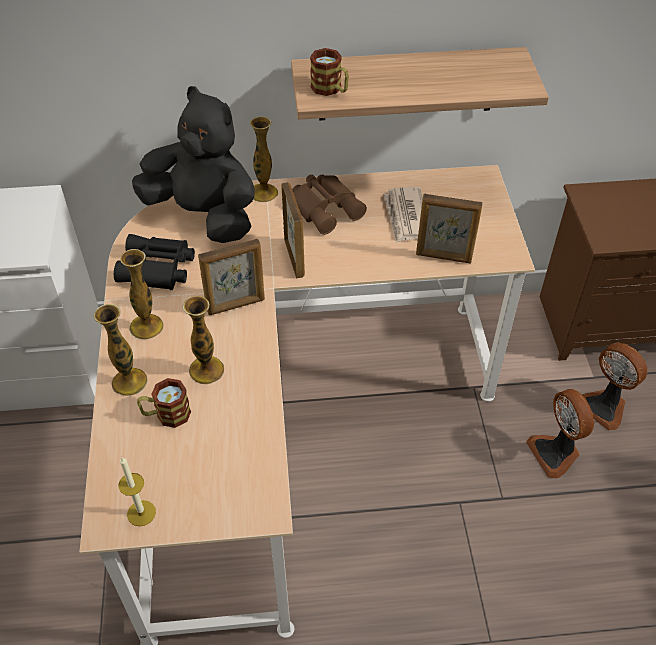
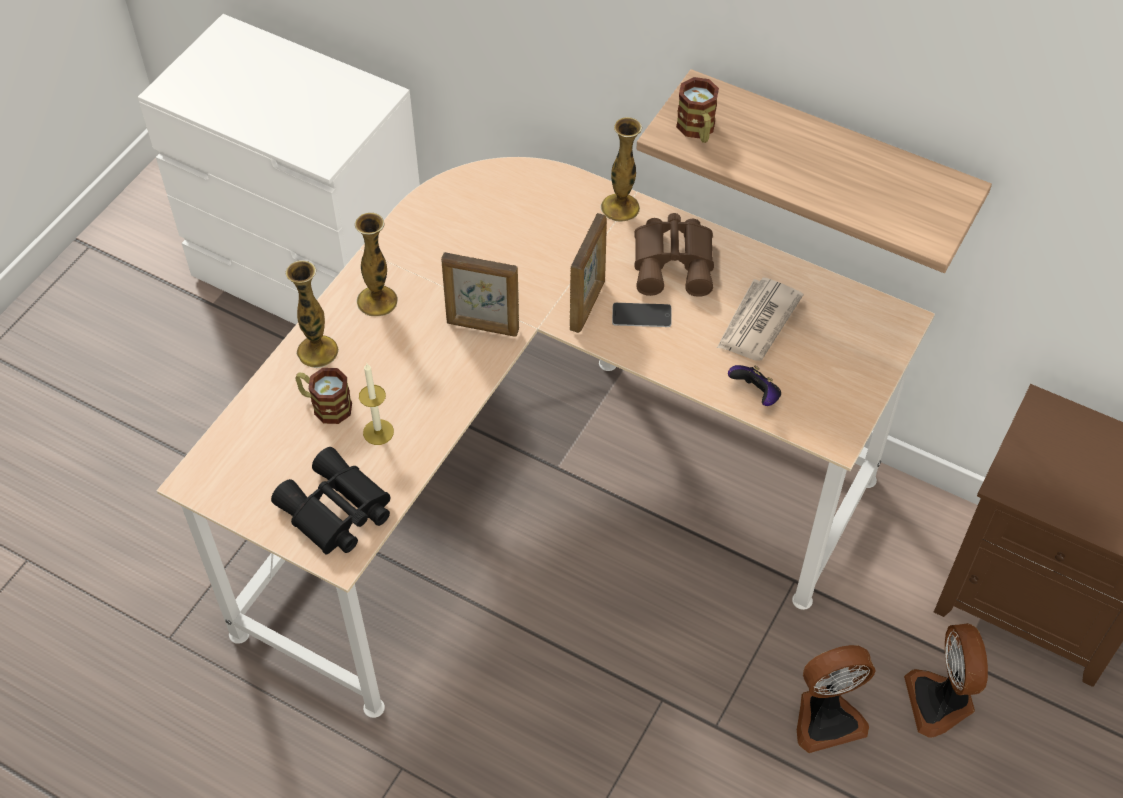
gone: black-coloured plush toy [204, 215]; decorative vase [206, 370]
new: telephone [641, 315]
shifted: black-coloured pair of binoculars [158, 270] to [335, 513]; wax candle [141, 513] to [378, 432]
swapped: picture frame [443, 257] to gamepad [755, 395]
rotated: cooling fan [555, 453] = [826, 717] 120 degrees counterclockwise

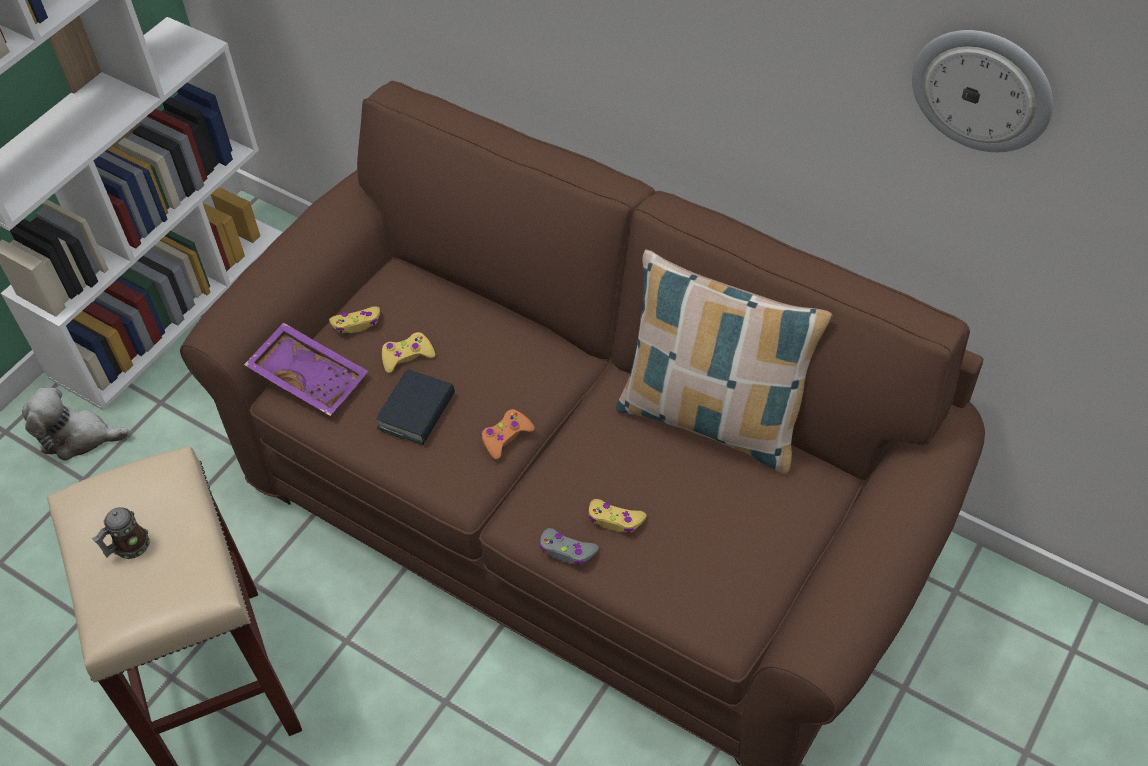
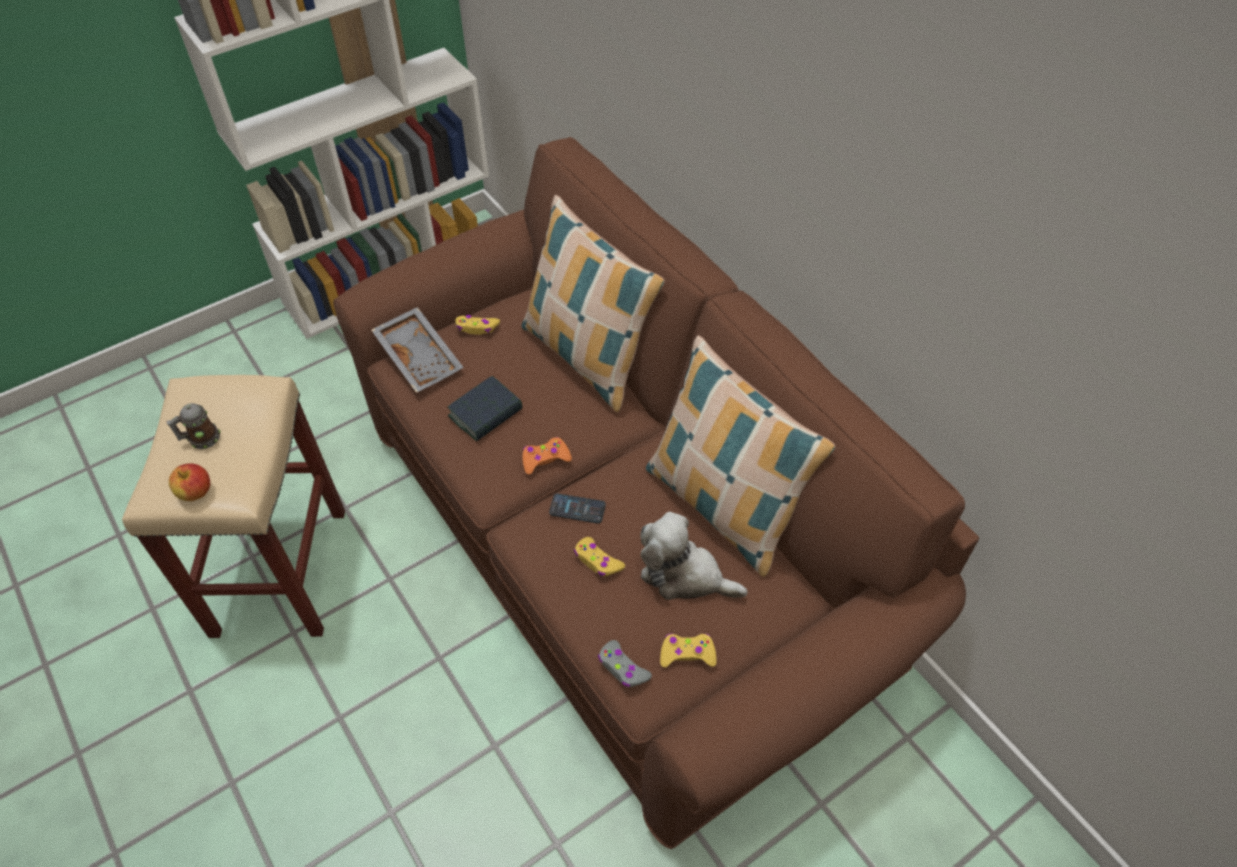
gone: wall clock [983, 89]
new: apple [196, 492]; throw pillow [587, 357]; telephone [577, 509]
shifted: plush toy [78, 437] to [684, 574]; yellow-coloured gamepad [407, 356] to [687, 653]; gray gamepad [567, 551] to [622, 668]
repainted: purple serving tray [310, 376] to gray serving tray [421, 357]

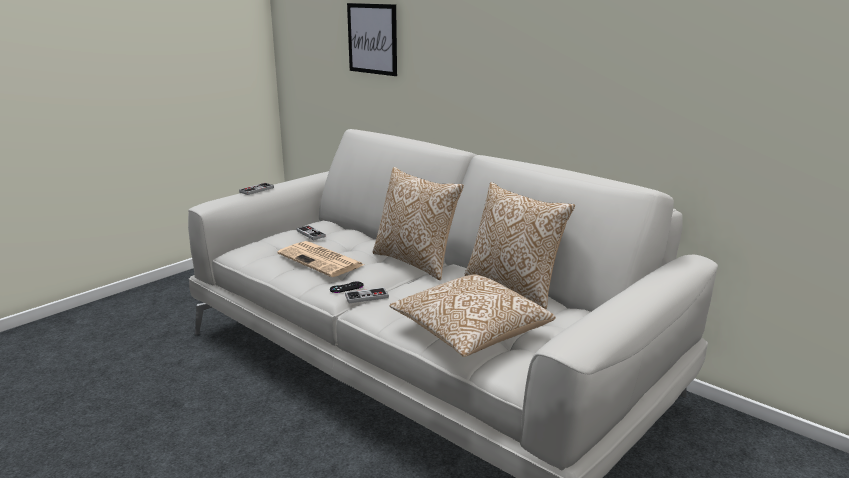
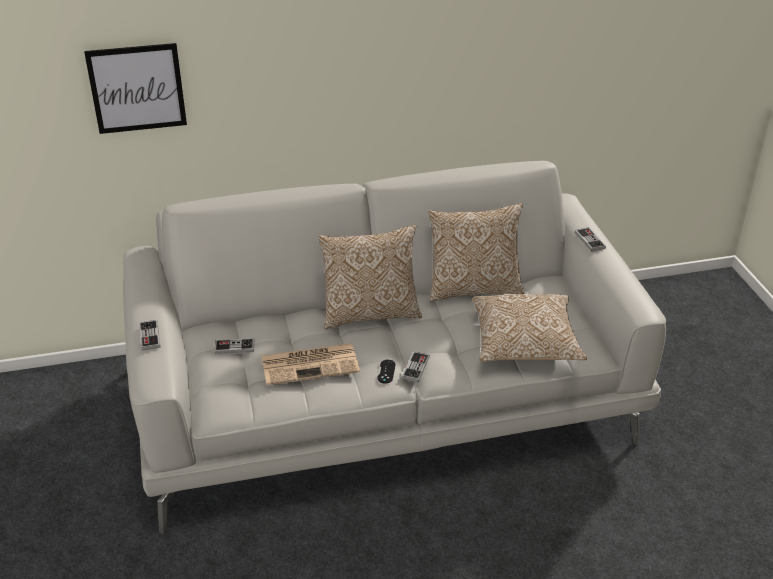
new: gamepad [589, 240]

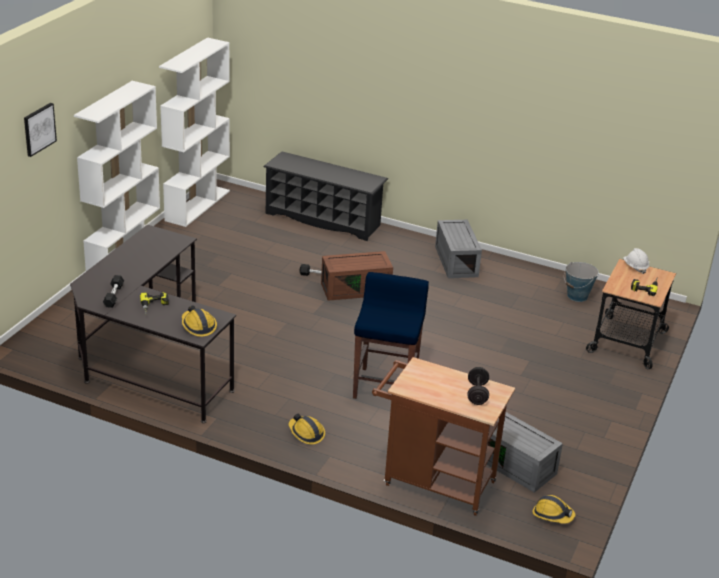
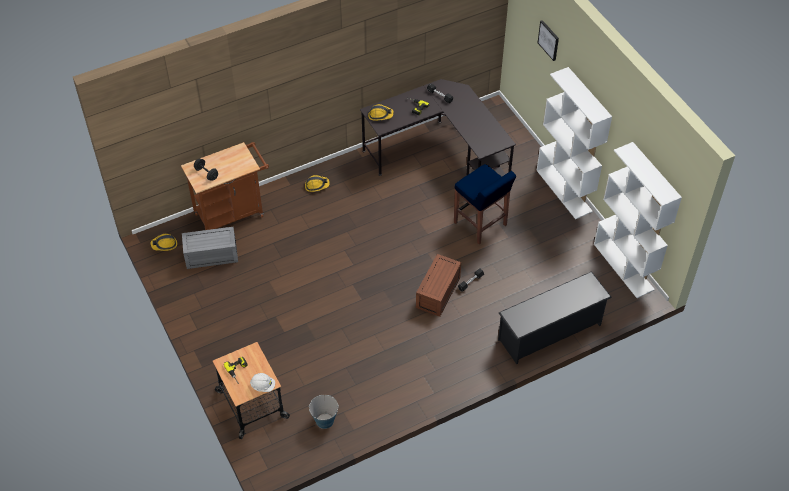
gone: gray storage box [455, 261]
shifted: blue stool [385, 386] to [480, 224]

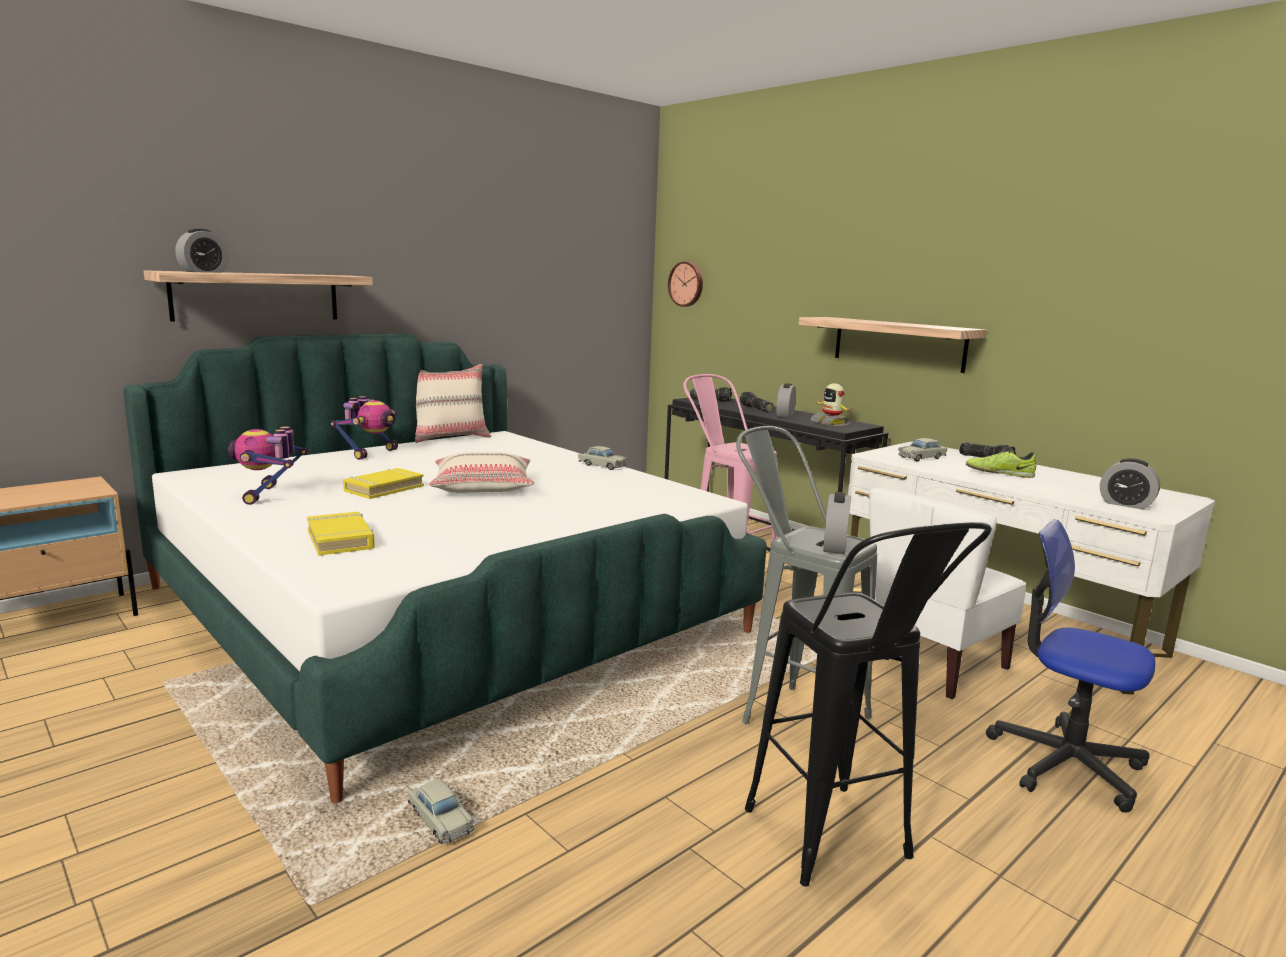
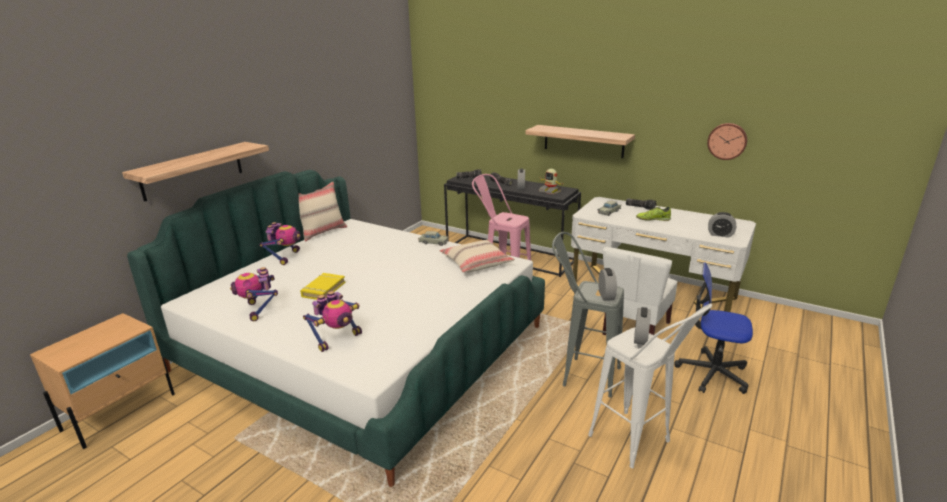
gone: sand-coloured model car [440, 820]
shifted: bedside clock [204, 272] to [640, 338]; sand-coloured throw pillow [483, 487] to [476, 263]; wall clock [686, 284] to [727, 141]
swapped: yellow-coloured volume [340, 539] to toy robot [337, 339]
repainted: black-coloured stool [840, 850] to white-coloured stool [638, 445]

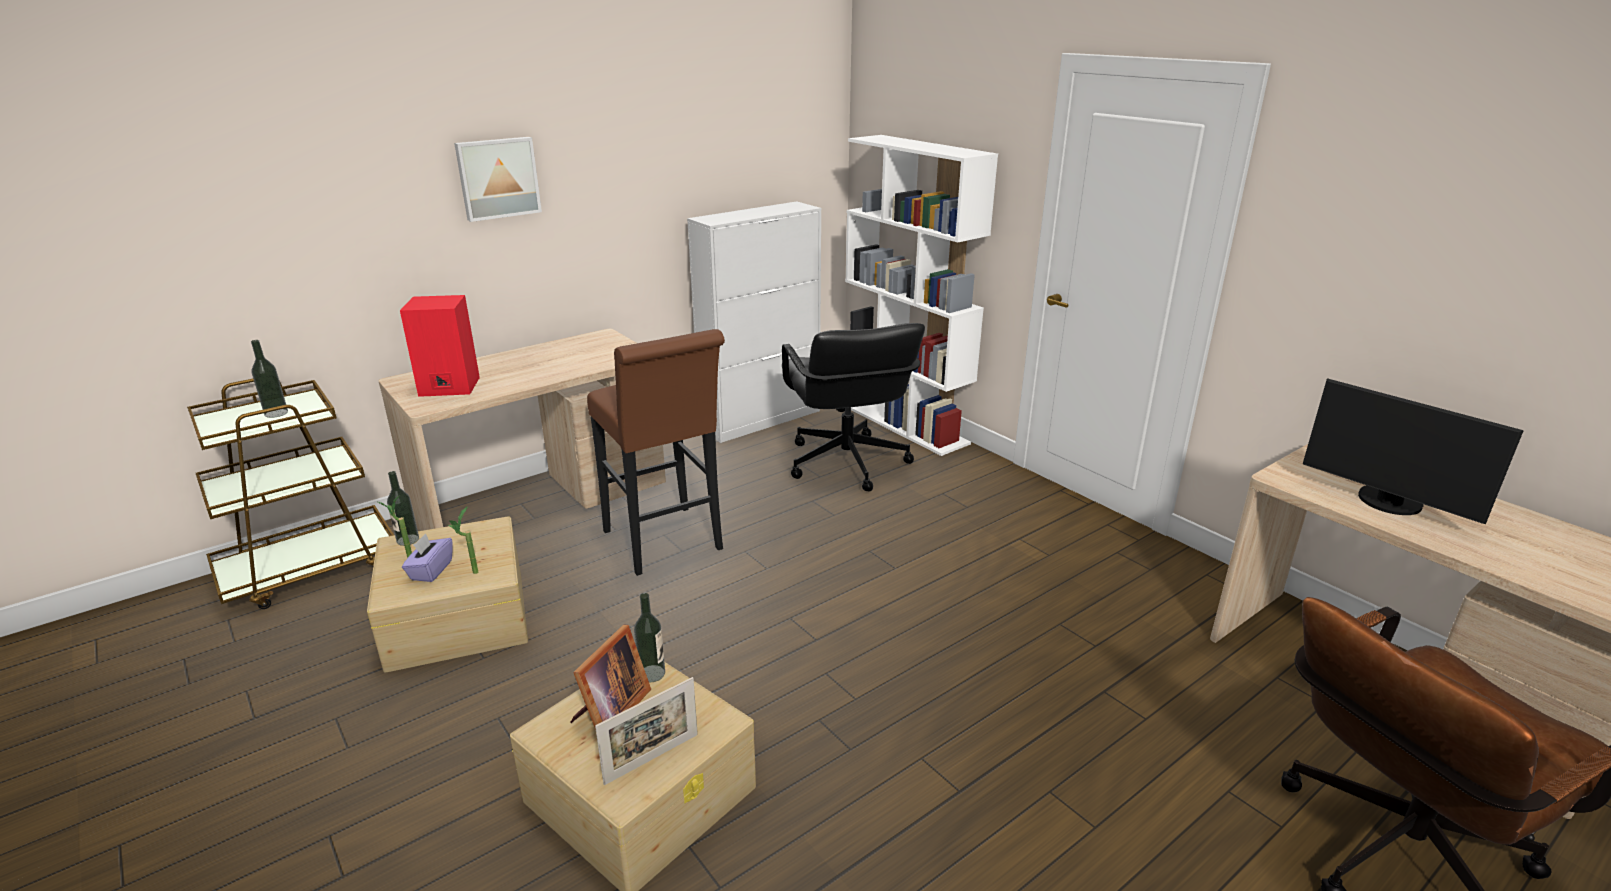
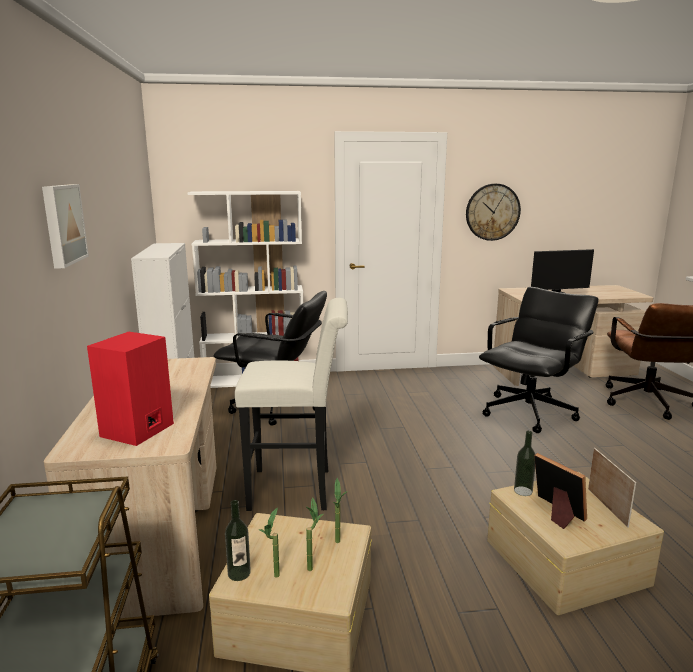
gone: bottle [276, 413]
new: wall clock [492, 212]; black-coloured computer chair [530, 412]
swapped: purple tissue holder [431, 570] to houseplant [312, 565]
repainted: brown stool [666, 544] to white-coloured stool [298, 489]

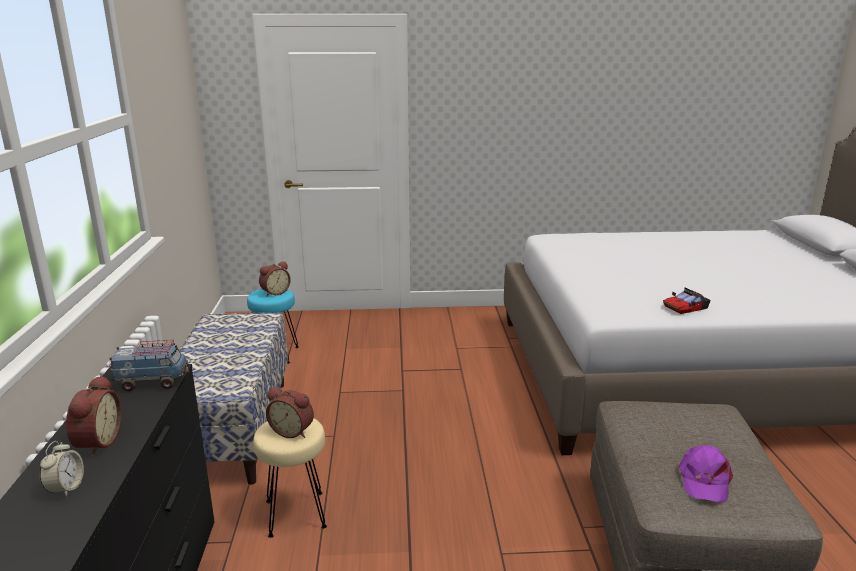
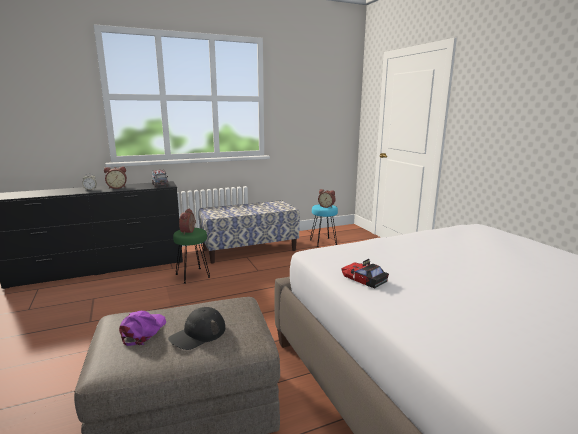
new: black-coloured peaked cap [198, 334]
repainted: sand-coloured stool [296, 513] to green stool [193, 275]
rotated: purple peaked cap [704, 480] = [143, 331] 105 degrees clockwise

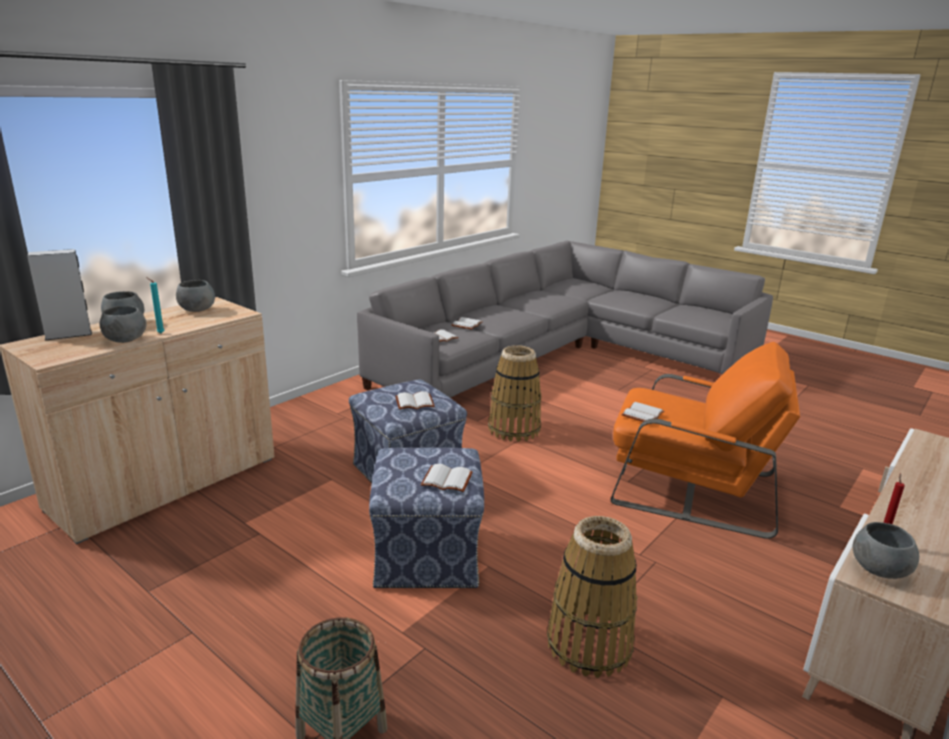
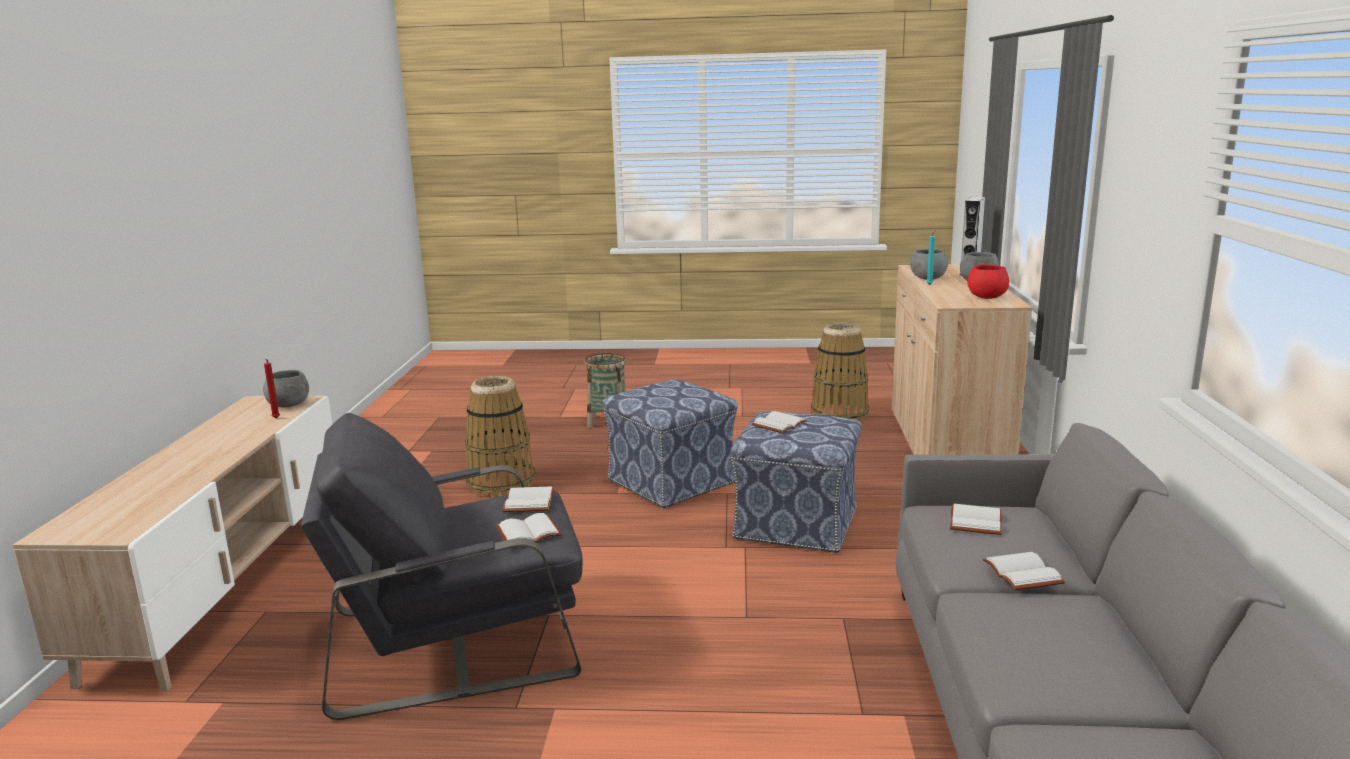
shifted: white-coloured volume [448, 479] to [528, 533]; storage basket [514, 429] to [839, 414]
repainted: gray deep dish [197, 310] to red deep dish [987, 297]; orange easy chair [691, 488] to gray easy chair [457, 640]

